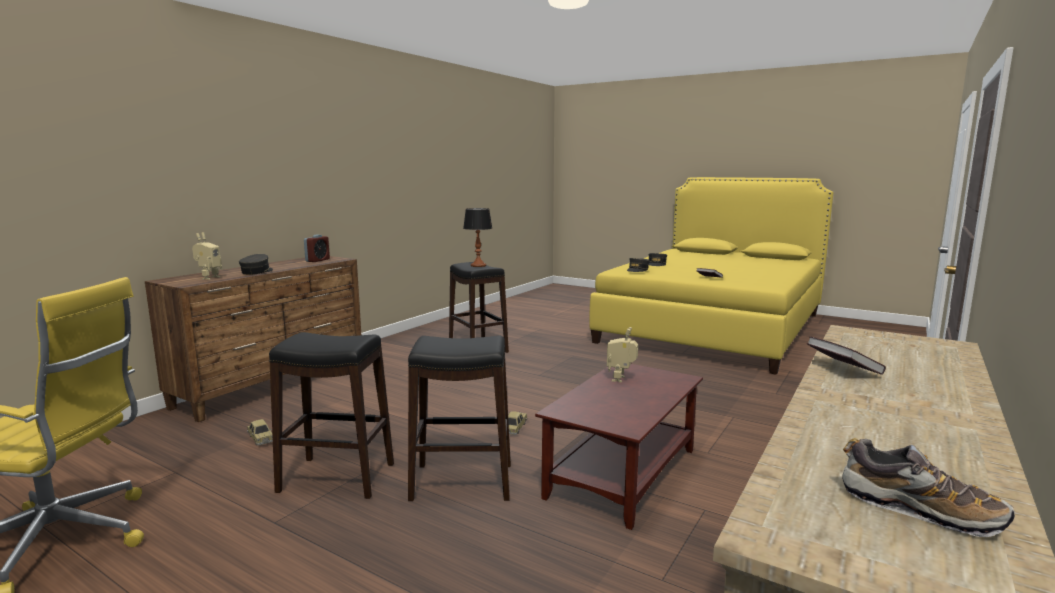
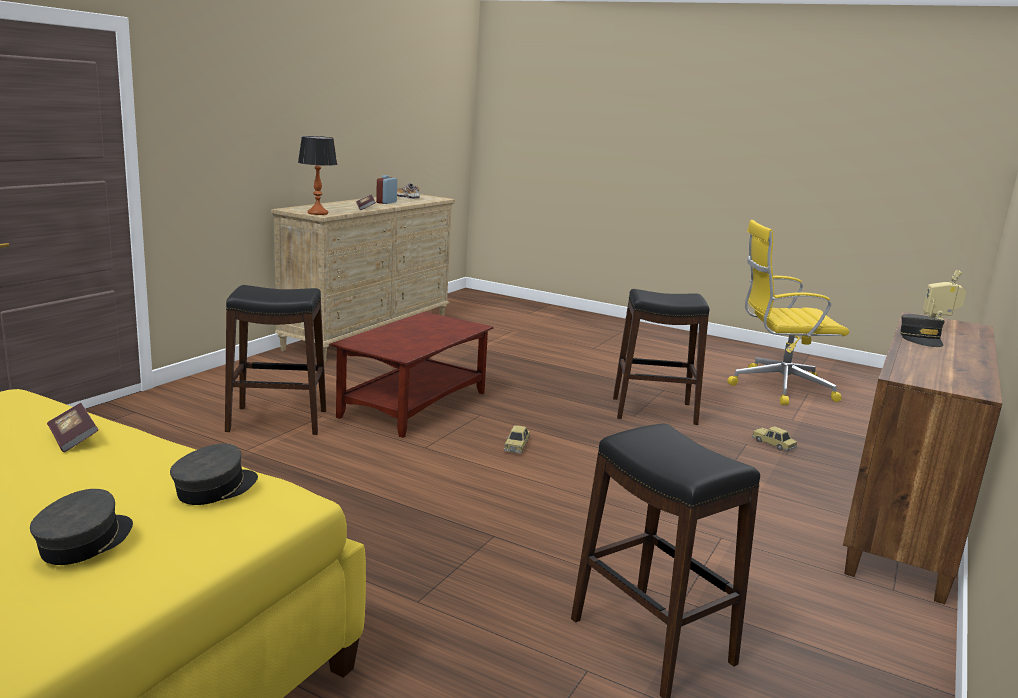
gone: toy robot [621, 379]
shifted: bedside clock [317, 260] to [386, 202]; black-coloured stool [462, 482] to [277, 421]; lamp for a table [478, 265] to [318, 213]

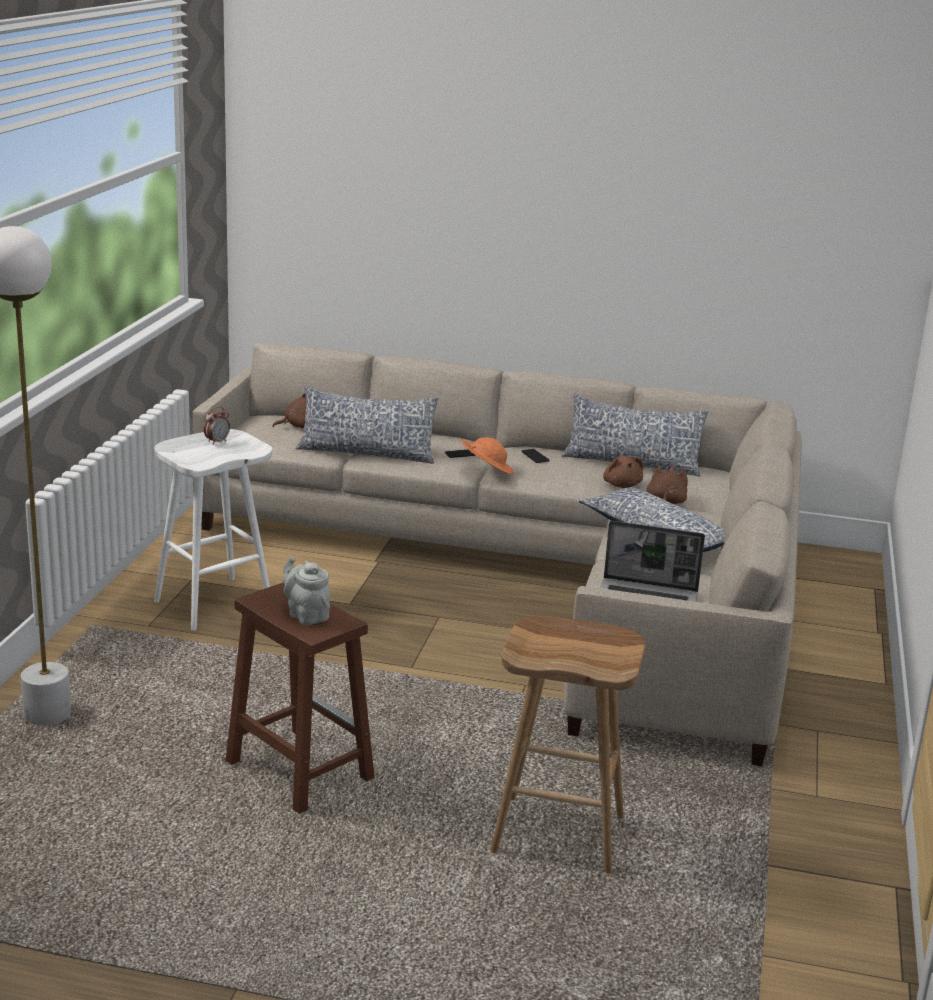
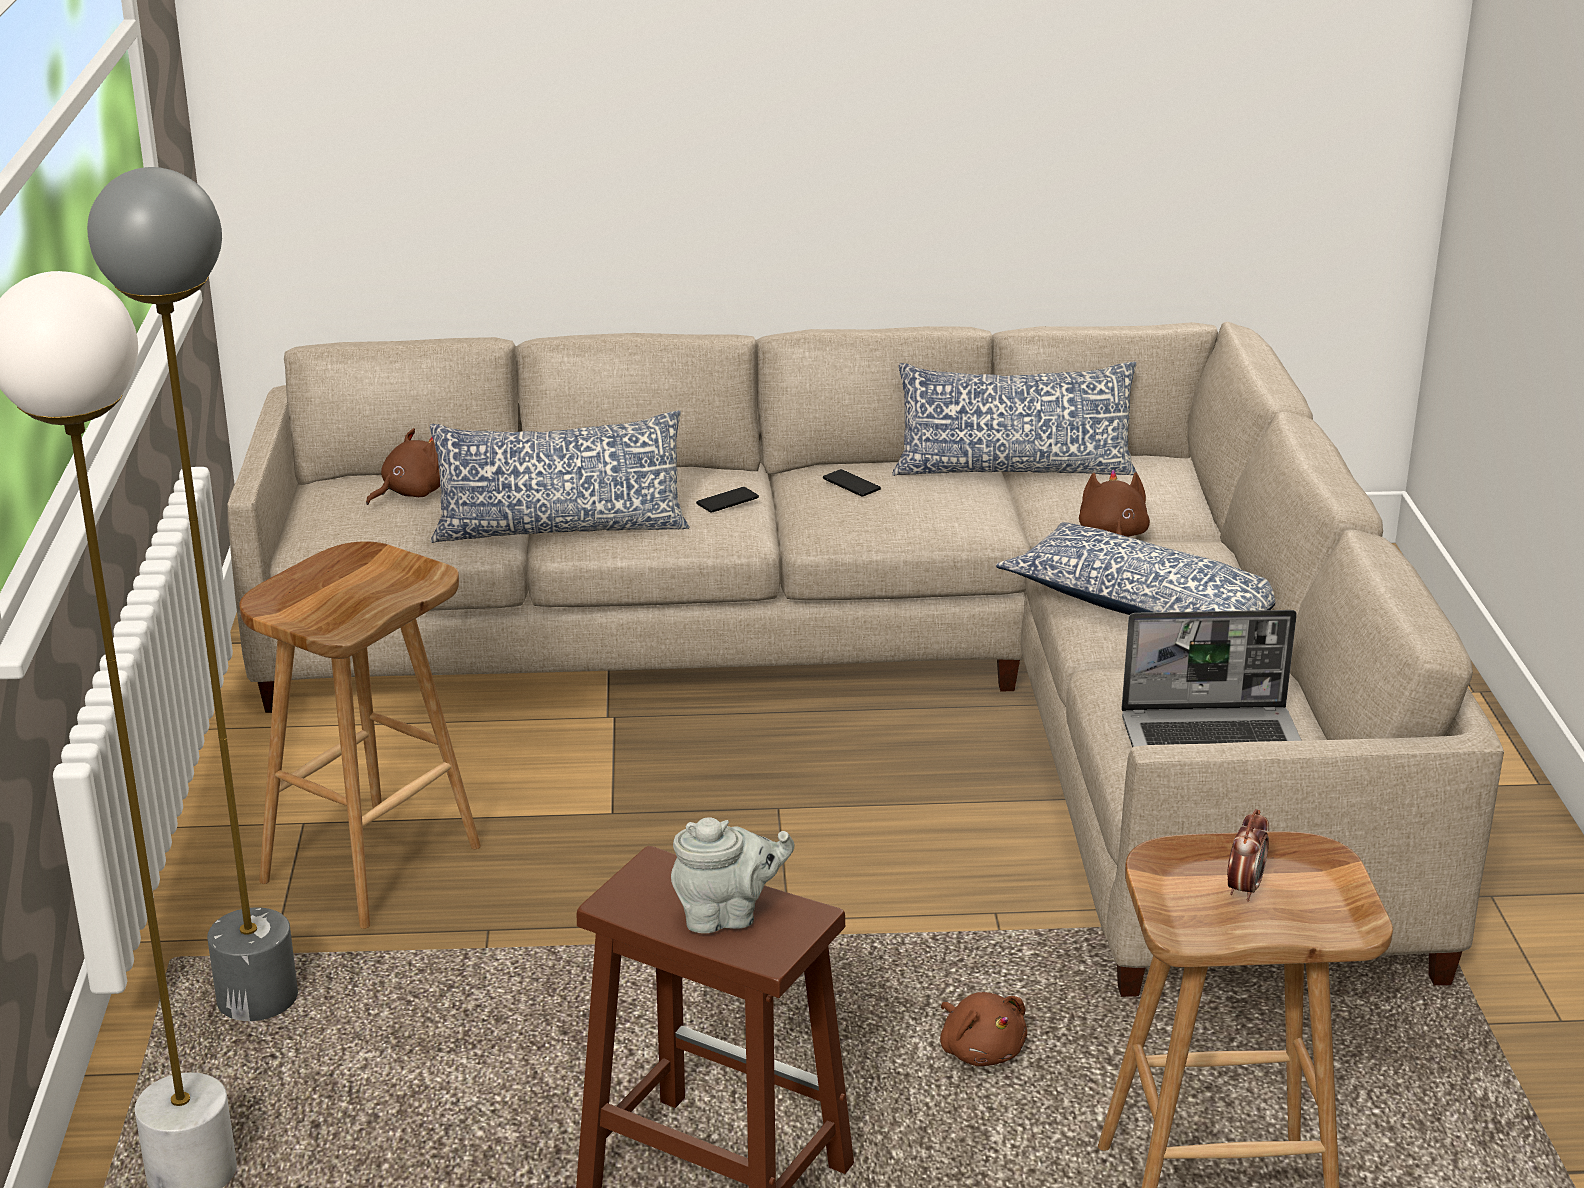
gone: orange clothing hat [486, 470]
new: gray floor lamp [257, 998]
shifted: bedside clock [217, 442] to [1244, 888]; brown plush toy [622, 485] to [980, 1050]
repainted: white-coloured stool [214, 602] to brown stool [371, 862]
rotated: gray tea pot [306, 615] = [727, 916] 135 degrees clockwise

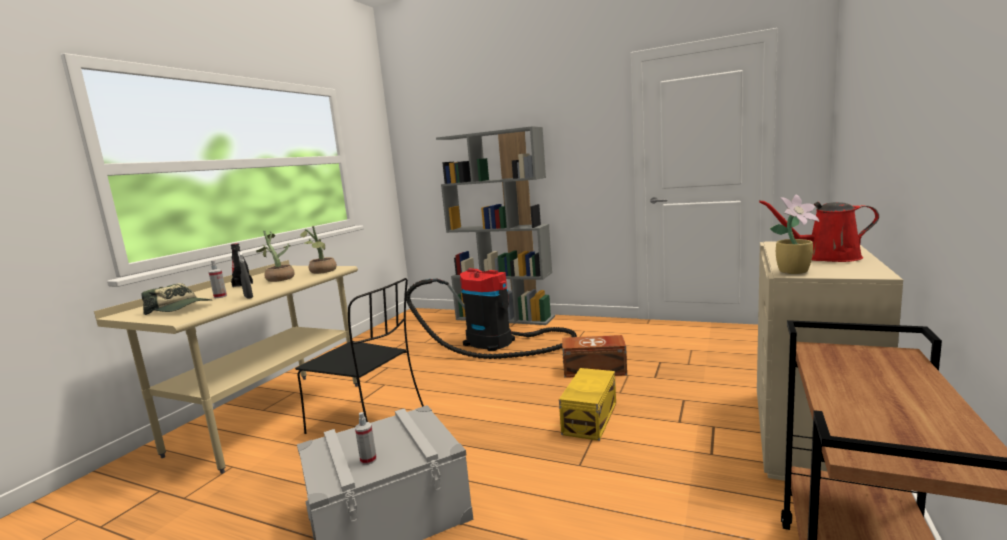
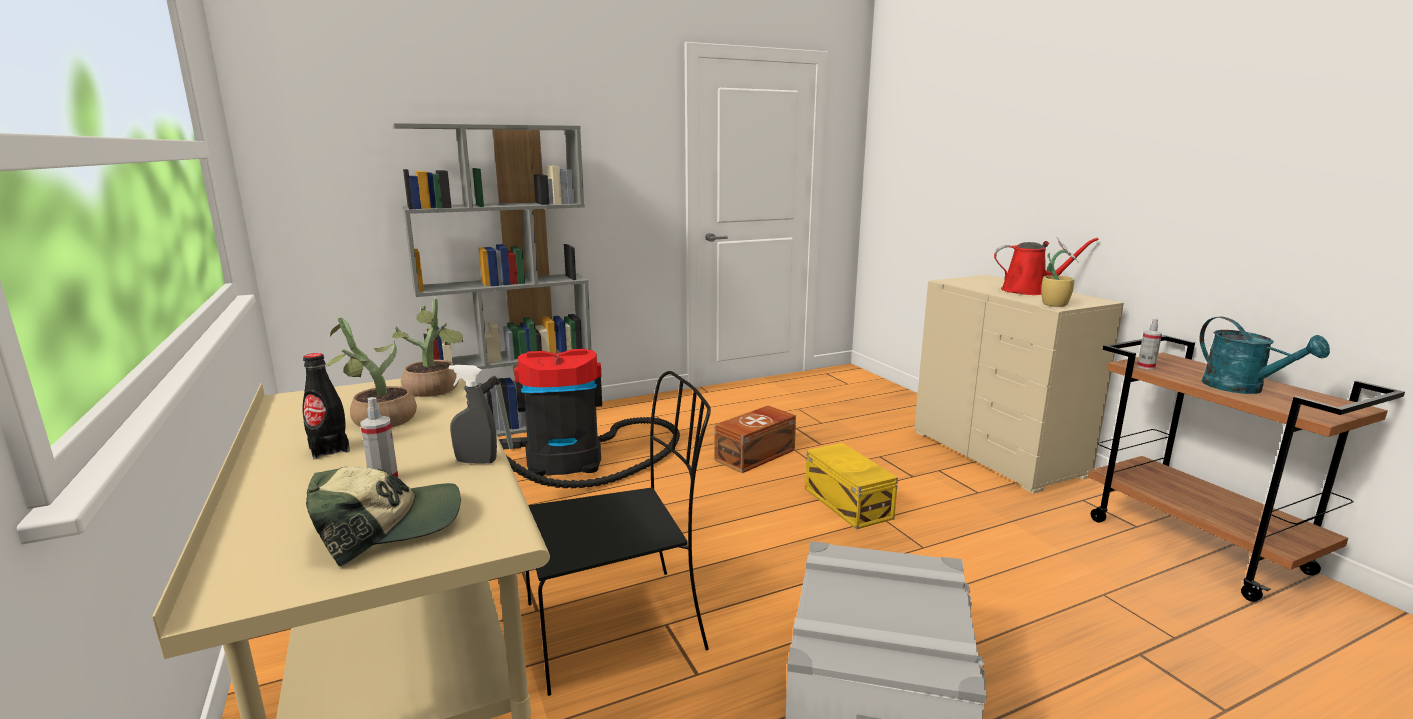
new: turquoise sprinkling can [1242, 389]
shifted: spray bottle [368, 460] to [1146, 367]
rotated: red sprinkling can [826, 258] = [1029, 291] 135 degrees counterclockwise

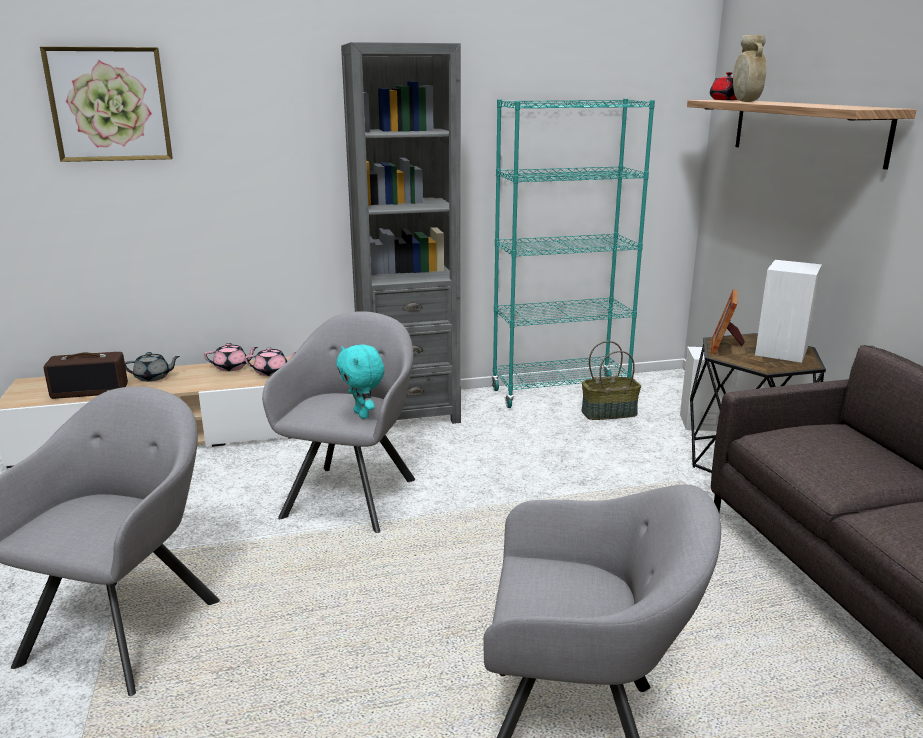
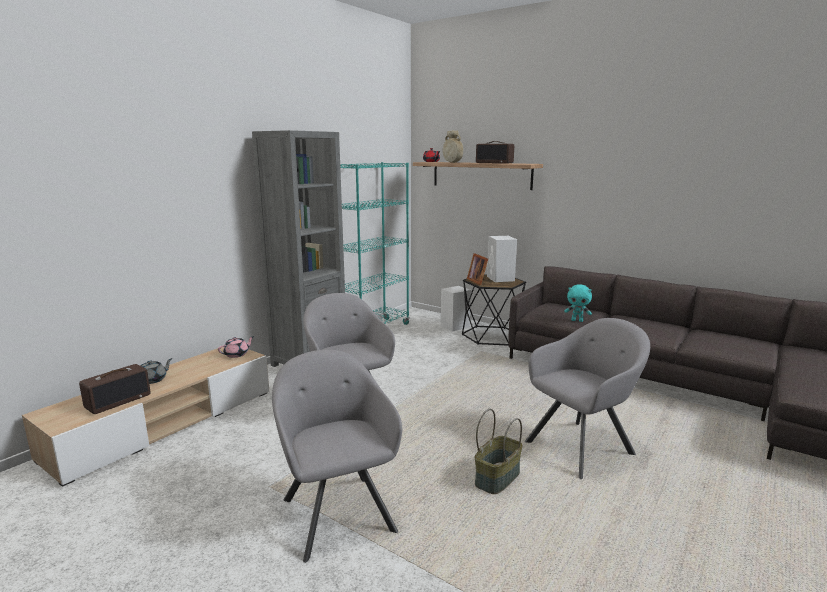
gone: wall picture [109, 104]; pink-coloured tea pot [232, 367]
new: radio [494, 163]
shifted: turquoise plush toy [363, 414] to [577, 320]; storage basket [609, 412] to [497, 477]

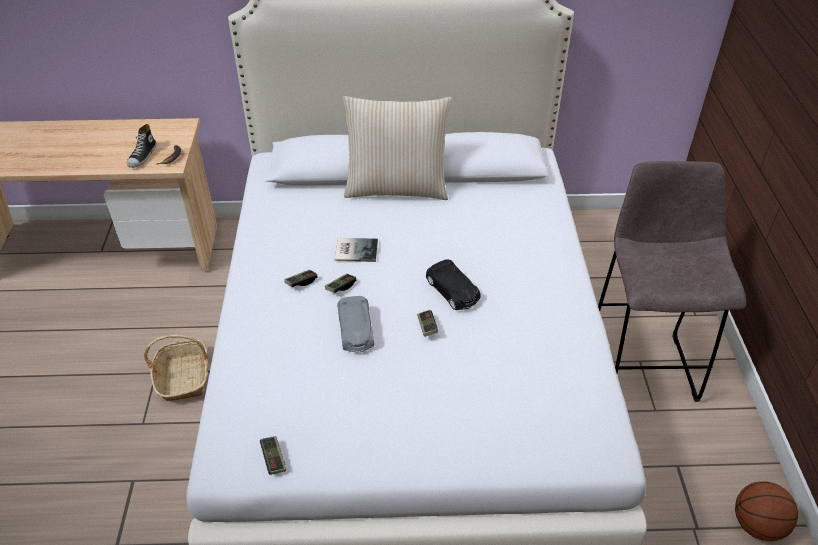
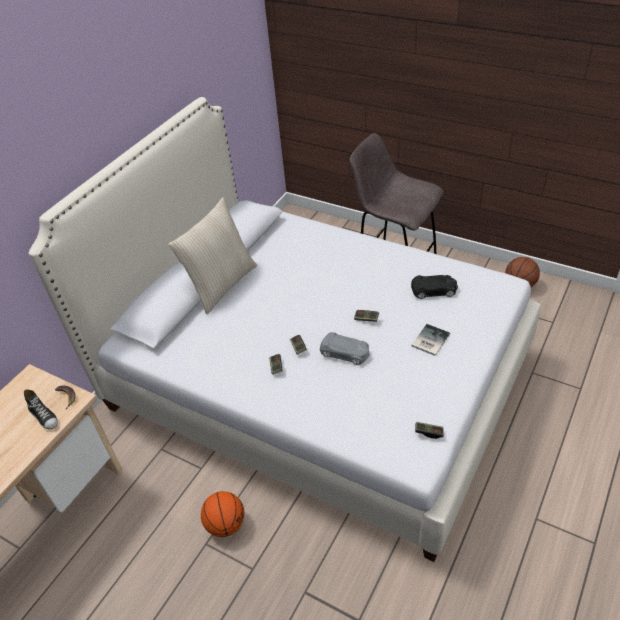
shifted: volume [355, 249] to [429, 340]; black-coloured model car [453, 291] to [434, 290]
swapped: storage basket [184, 377] to basketball [225, 524]

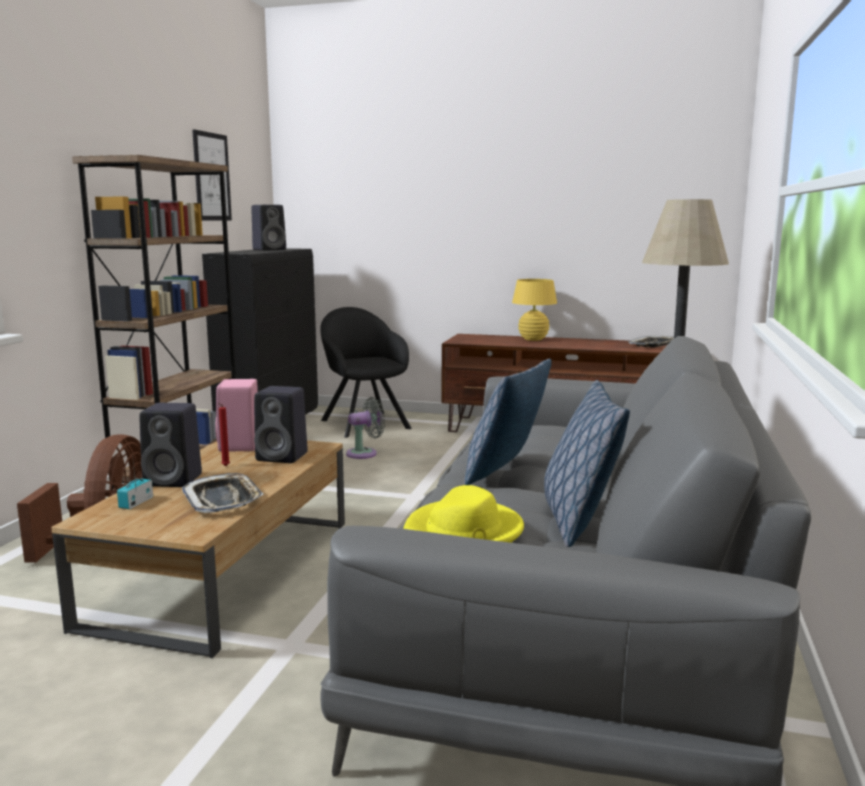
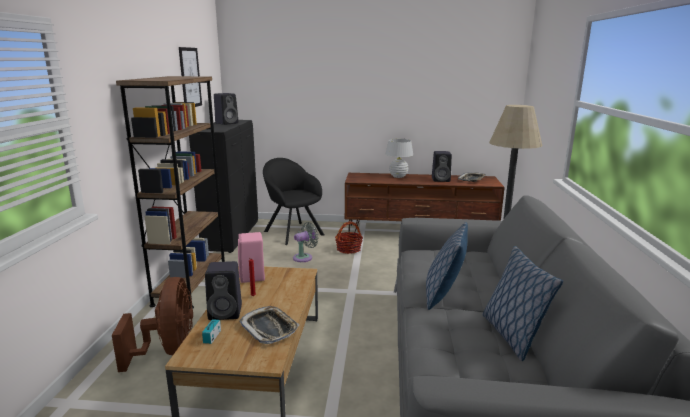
gone: yellow-coloured clothing hat [465, 532]
new: storage basket [348, 249]
shifted: black-coloured audio speaker [284, 457] to [441, 180]
repainted: yellow-coloured lamp for a table [533, 339] to white-coloured lamp for a table [398, 176]

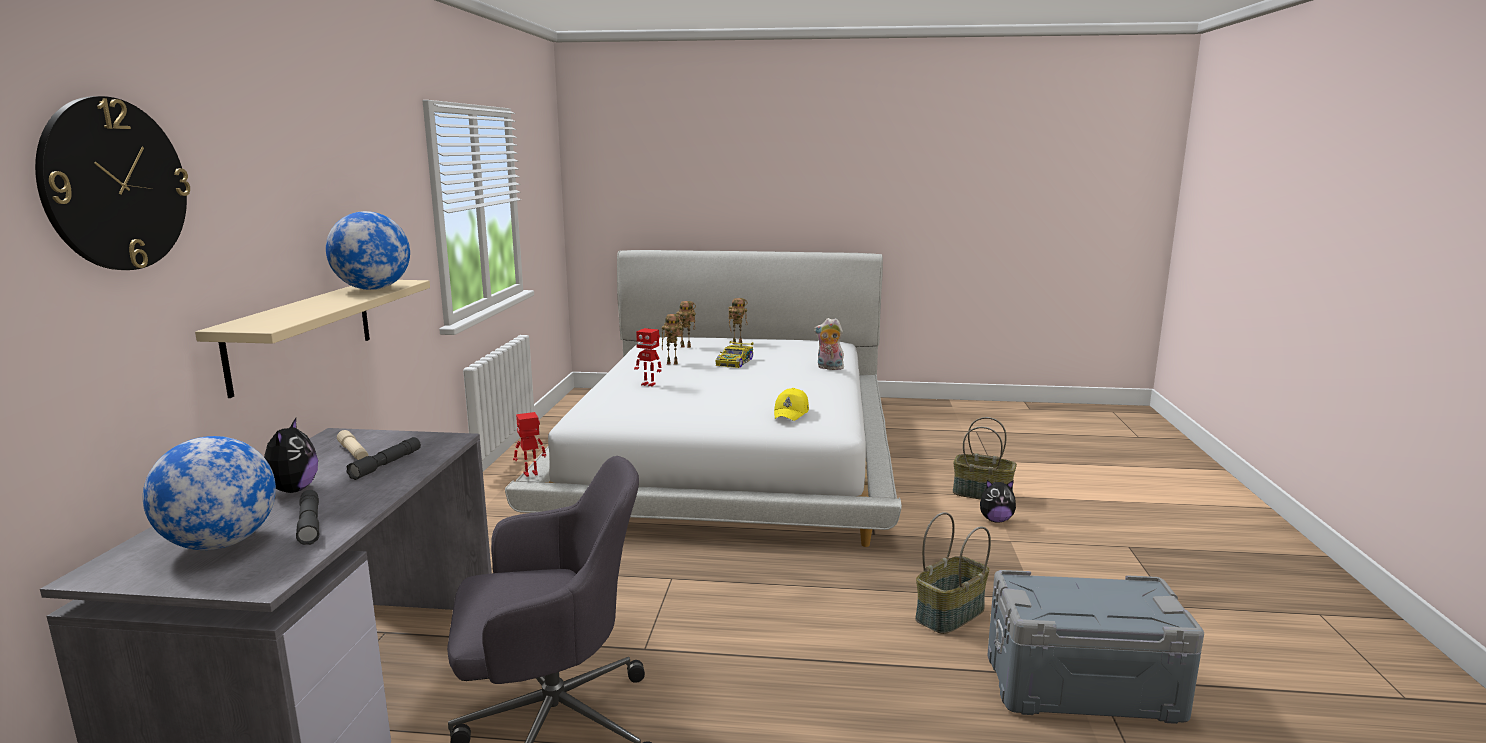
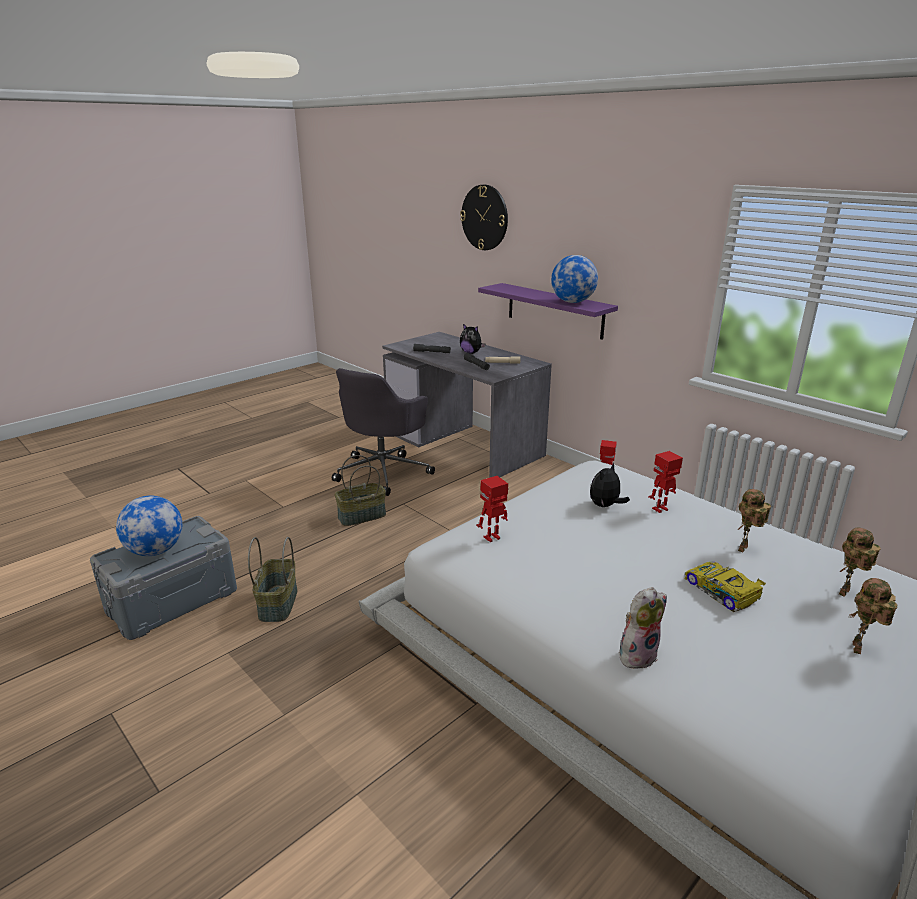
shifted: globe [220, 544] to [155, 551]; storage basket [983, 493] to [361, 516]; plush toy [995, 520] to [605, 506]
swapped: yellow-coloured peaked cap [791, 413] to toy robot [492, 538]
repainted: sand-coloured wall shelf [302, 333] to purple wall shelf [554, 310]

